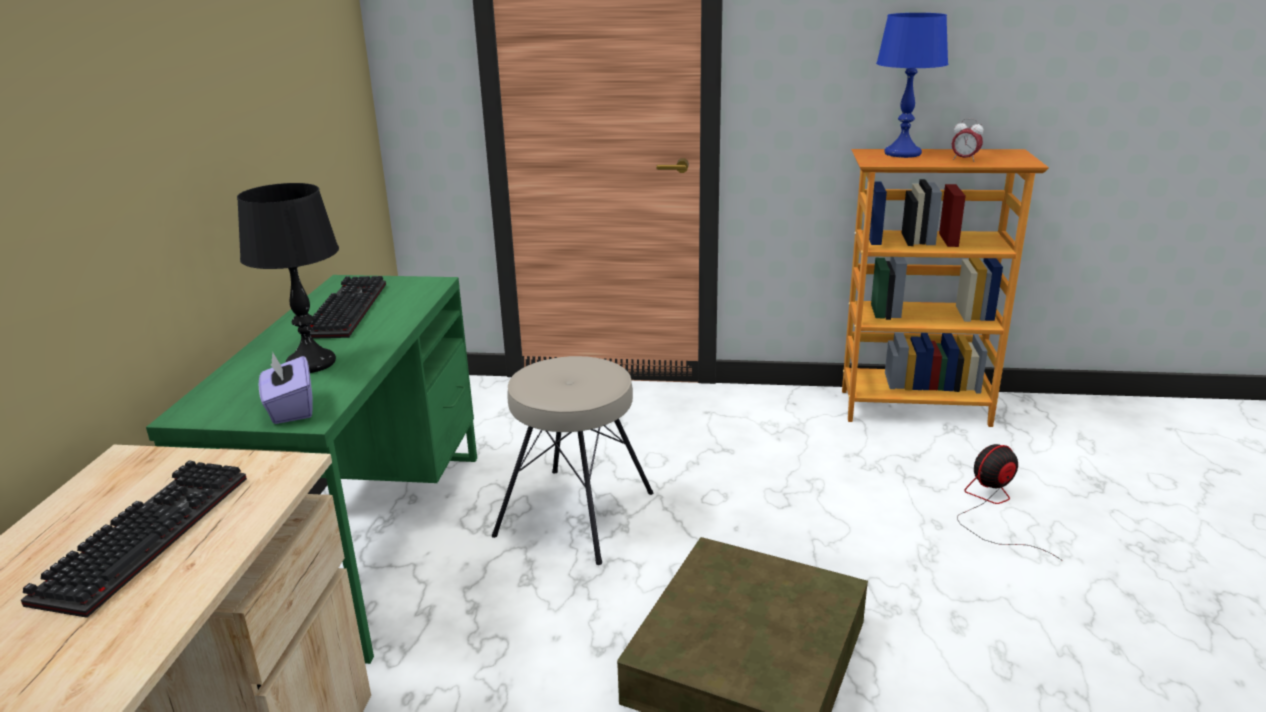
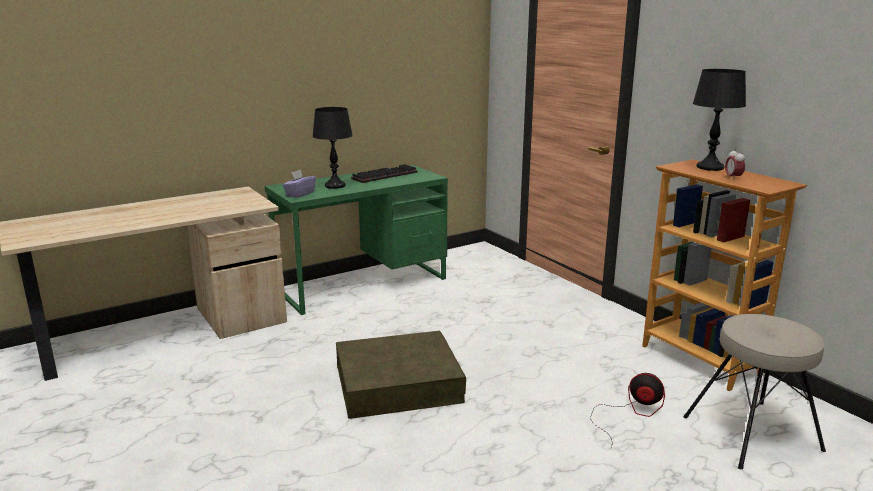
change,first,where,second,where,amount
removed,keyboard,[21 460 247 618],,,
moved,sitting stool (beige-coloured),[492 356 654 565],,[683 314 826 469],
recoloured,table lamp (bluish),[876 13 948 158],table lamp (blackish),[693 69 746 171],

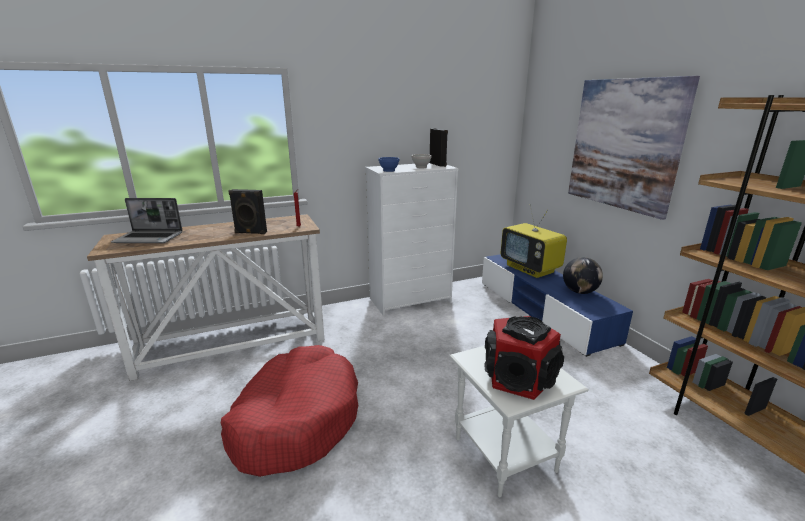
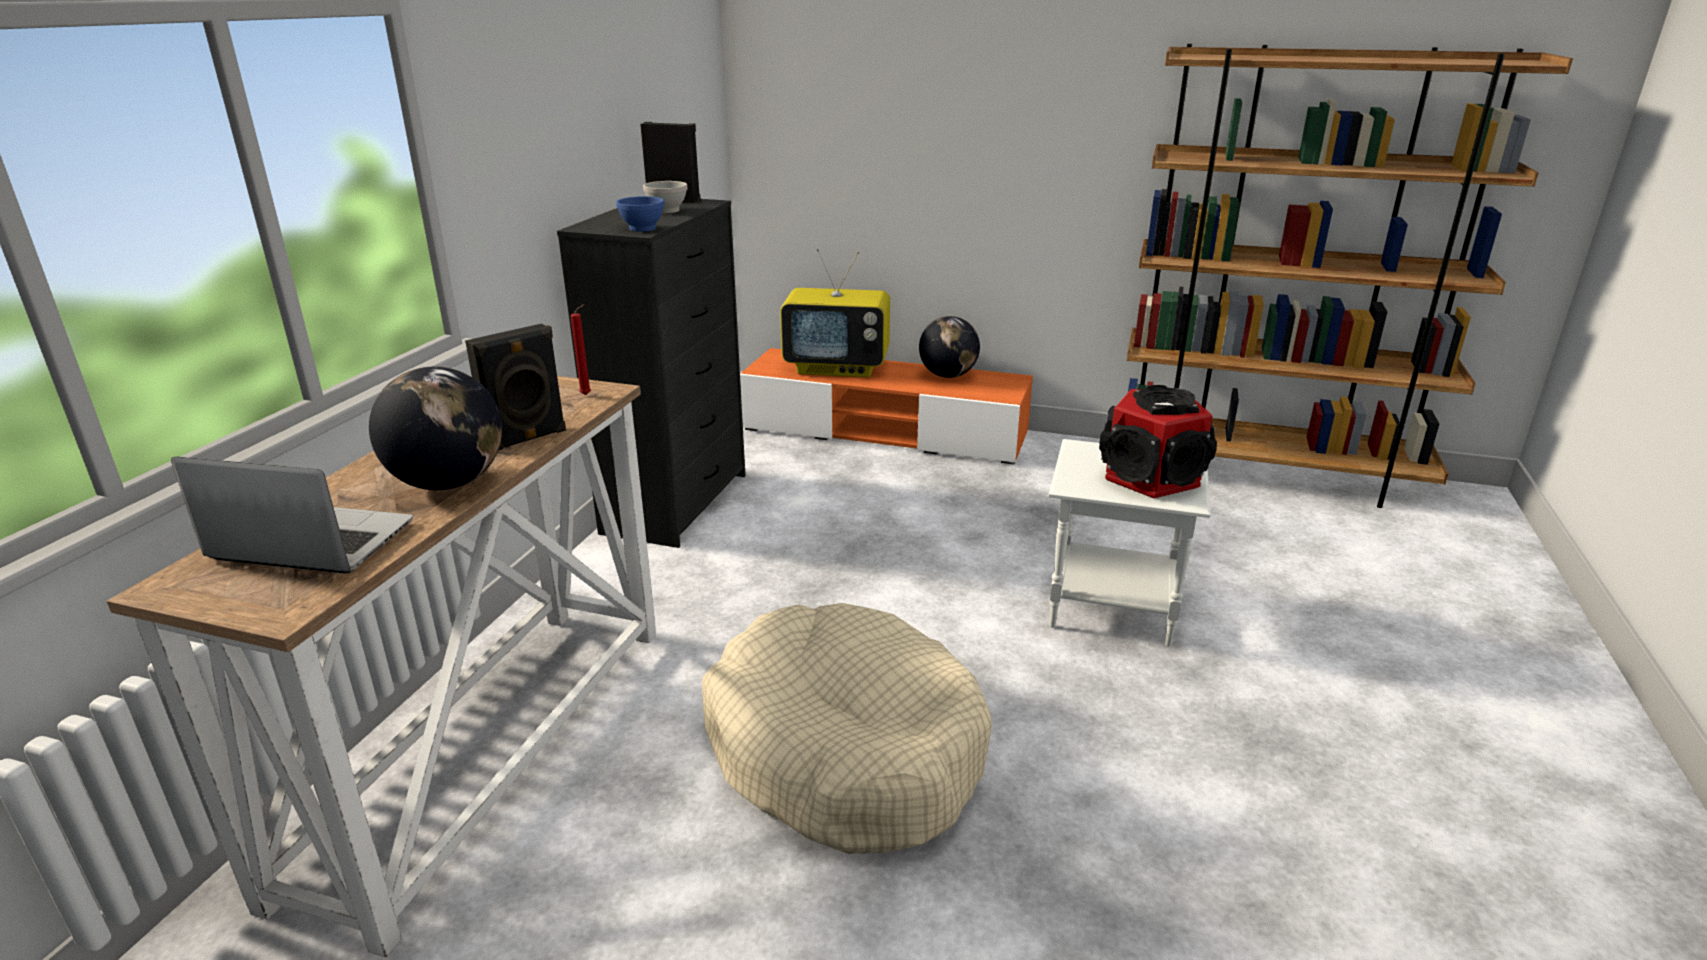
change,first,where,second,where,amount
removed,wall picture,[568 76 700 220],,,
added,,,world globe,[369 367 502 490],
recoloured,pet bed (red-coloured),[221 345 358 477],pet bed (beige-coloured),[702 603 992 854],
recoloured,chest of drawers (white-coloured),[365 163 459 316],chest of drawers (blackish),[557 199 746 548],
recoloured,media console (bluish),[482 254 633 357],media console (orange),[740 348 1033 465],
turned,laptop,[111 198 183 243],,[171 456 413 573],120 degrees counterclockwise

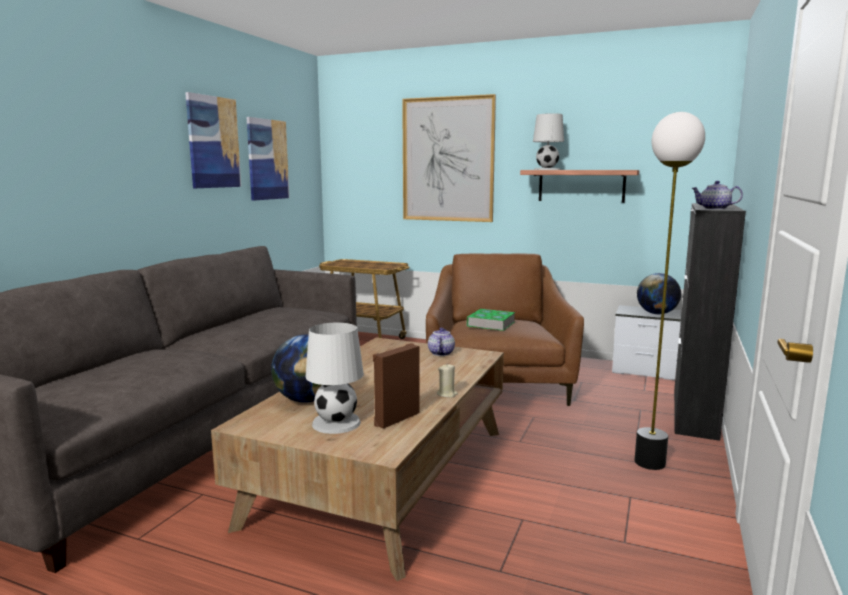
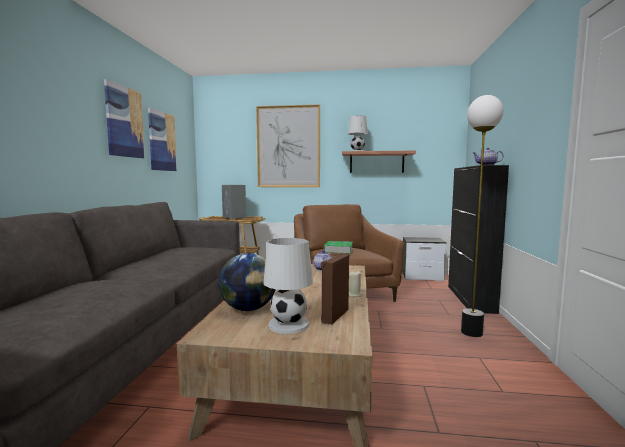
change,first,where,second,where,amount
removed,world globe,[637 273 681 314],,,
added,,,audio speaker (gray),[222 185 246 219],

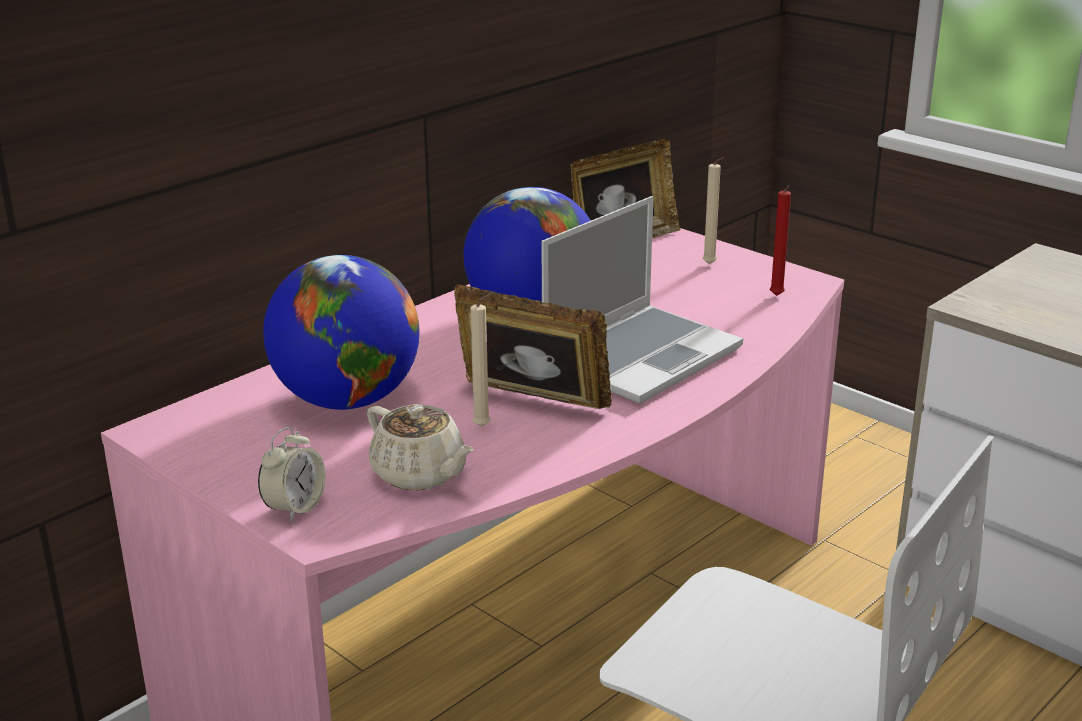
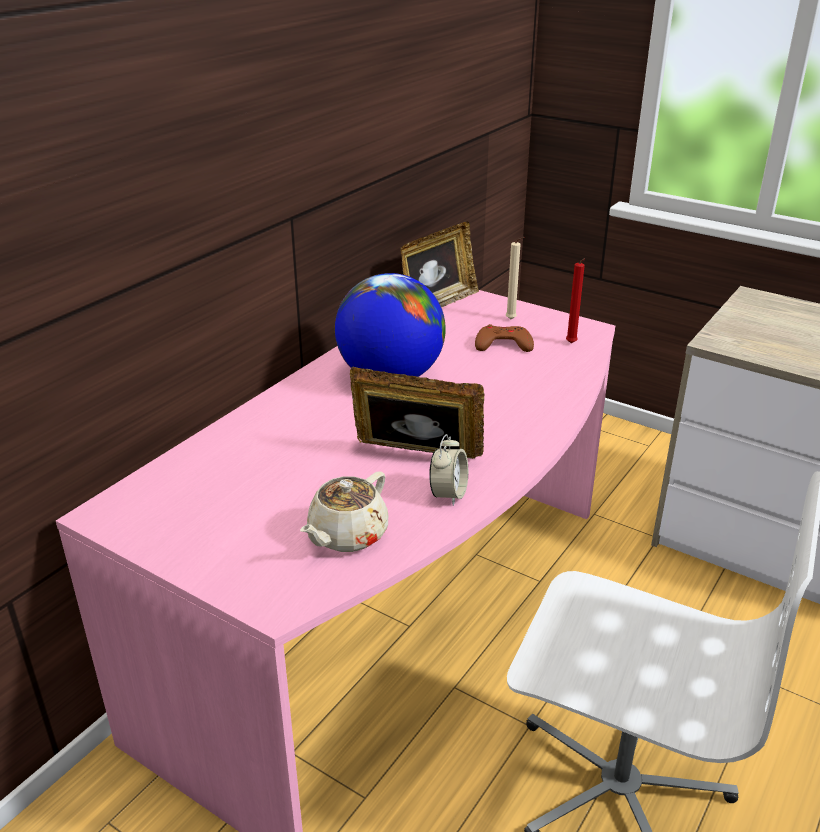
change,first,where,second,where,amount
removed,world globe,[263 255 420 410],,,
removed,wax light (beige-coloured),[470 292 494 427],,,
removed,laptop,[541 196 743 404],,,
added,,,joypad (brown),[475 324 534 352],
moved,alarm clock,[258 427 326 522],,[429 434 468 506],
turned,teapot (beige-coloured),[367 404 474 490],,[300 472 388 552],90 degrees clockwise

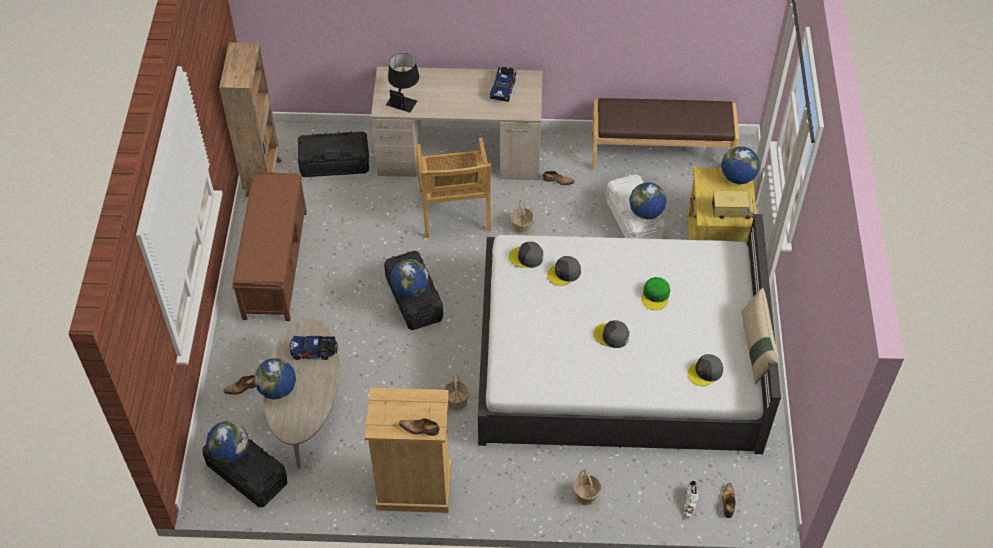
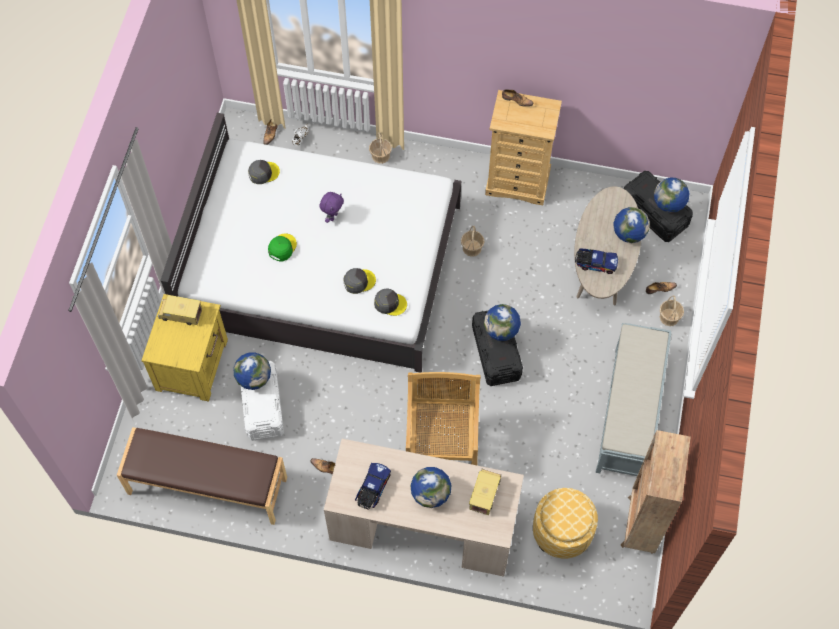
change,first,where,second,where,amount
removed,pillow (beige-coloured),[742 288 779 385],,,
moved,household basket,[510 200 534 234],,[660 295 684 326],
moved,world globe,[721 146 759 184],,[410 467 452 508],
replaced,storage box (blackish),[298 131 369 177],ottoman,[533 488 598 559],
replaced,table lamp (blackish),[386 53 419 113],toy truck,[469 469 502 515],
replaced,cap (gray),[593 320 629 348],plush toy (purplish),[319 192 344 223],
recoloured,bench (brown),[232 171 307 321],bench (gray),[596 323 672 476],

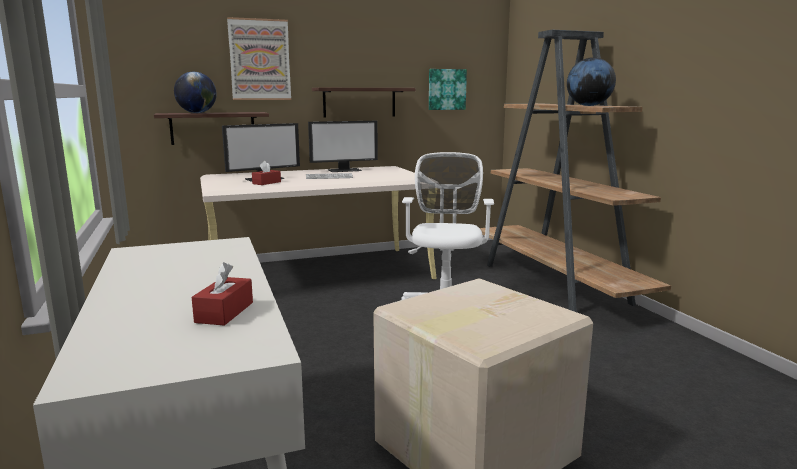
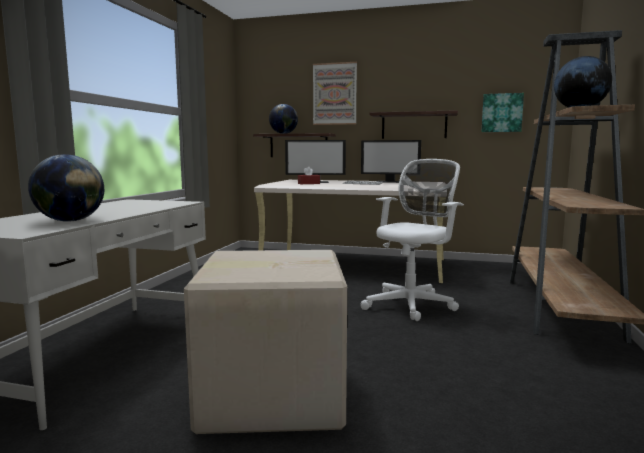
change,first,where,second,where,amount
replaced,box of tissues (red-coloured),[192 262 253 326],world globe,[28 154 104 222],

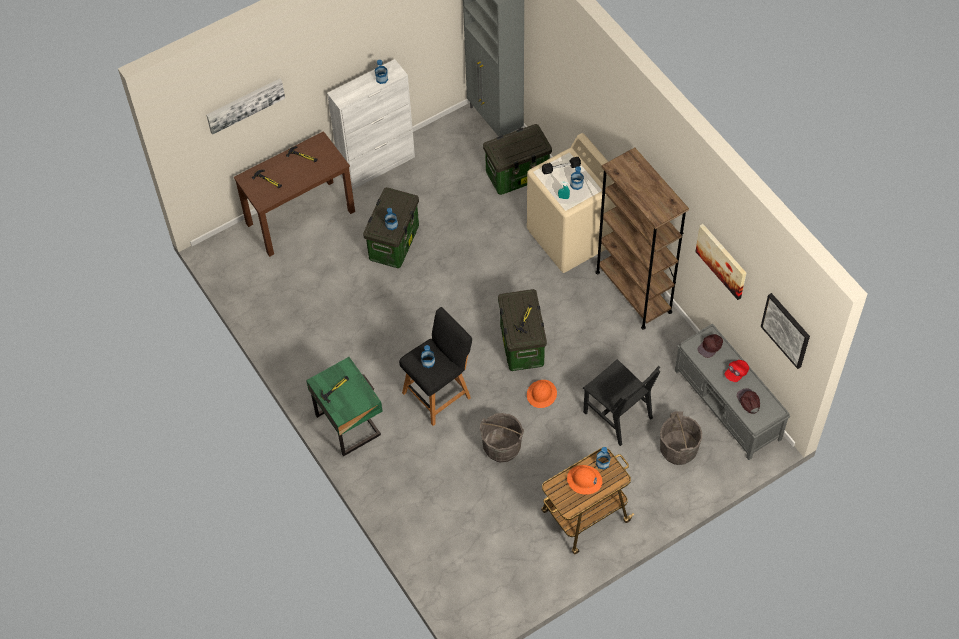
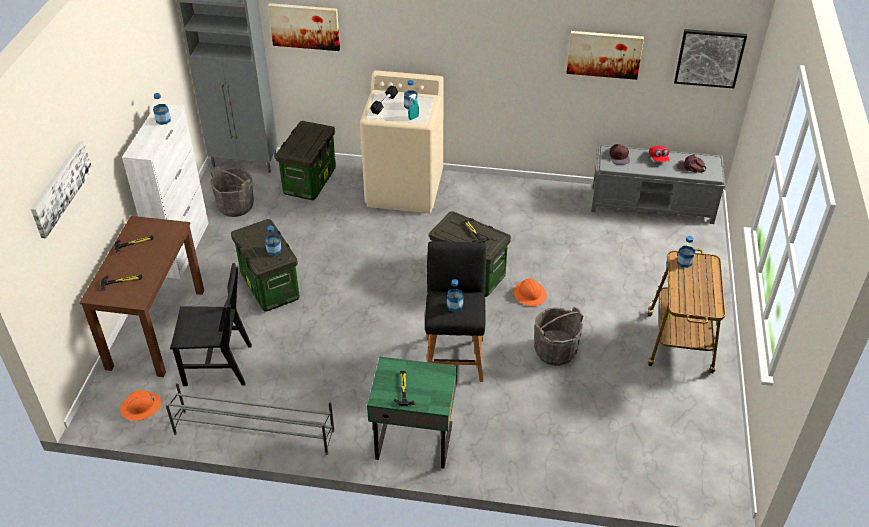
change,first,where,second,where,amount
removed,shelving unit (brown),[596 148 689 329],,,
added,,,shoe rack (gray),[165 381 335 455],
added,,,wall picture,[268 3 340 51],
moved,work helmet (orange),[567 465 602 495],,[120 390 161 421],
moved,plain chair (blackish),[583 359 661 446],,[170 263 252 386],
moved,water bucket (gray),[660 411 702 465],,[210 166 254 217],

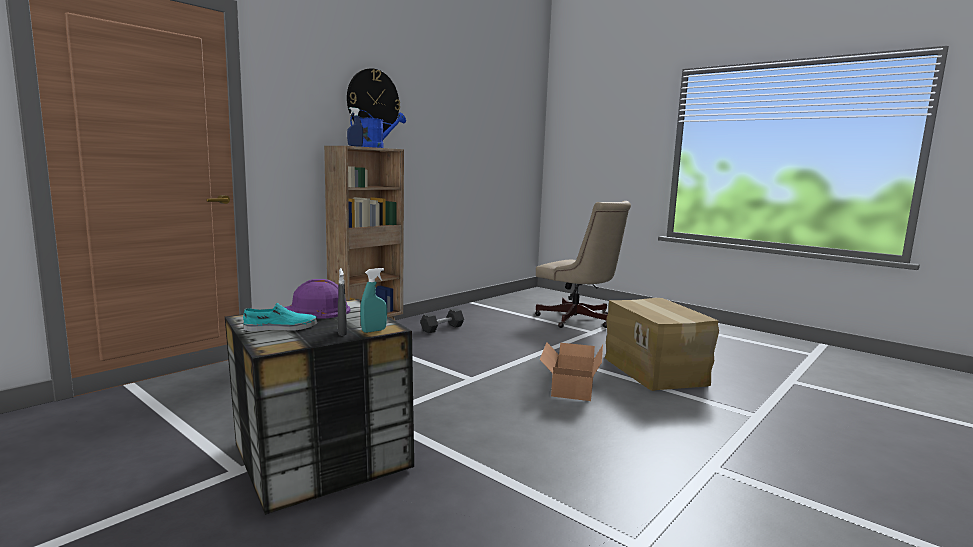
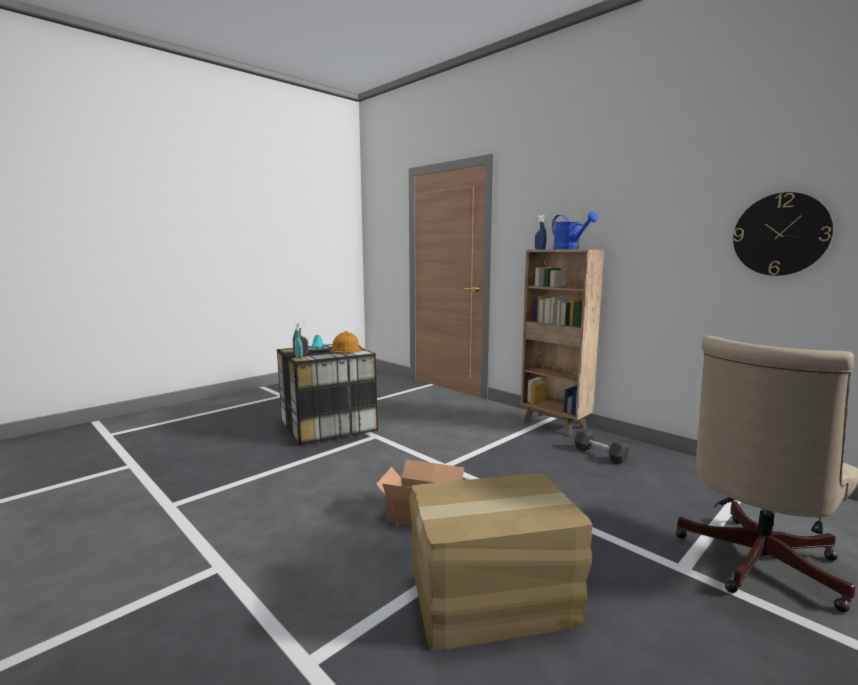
change,first,where,second,where,amount
moved,hanging clock,[347 68 400 133],,[733 192 833 276],
recoloured,work helmet (purplish),[284 279 351 318],work helmet (orange),[330 331 362 354],

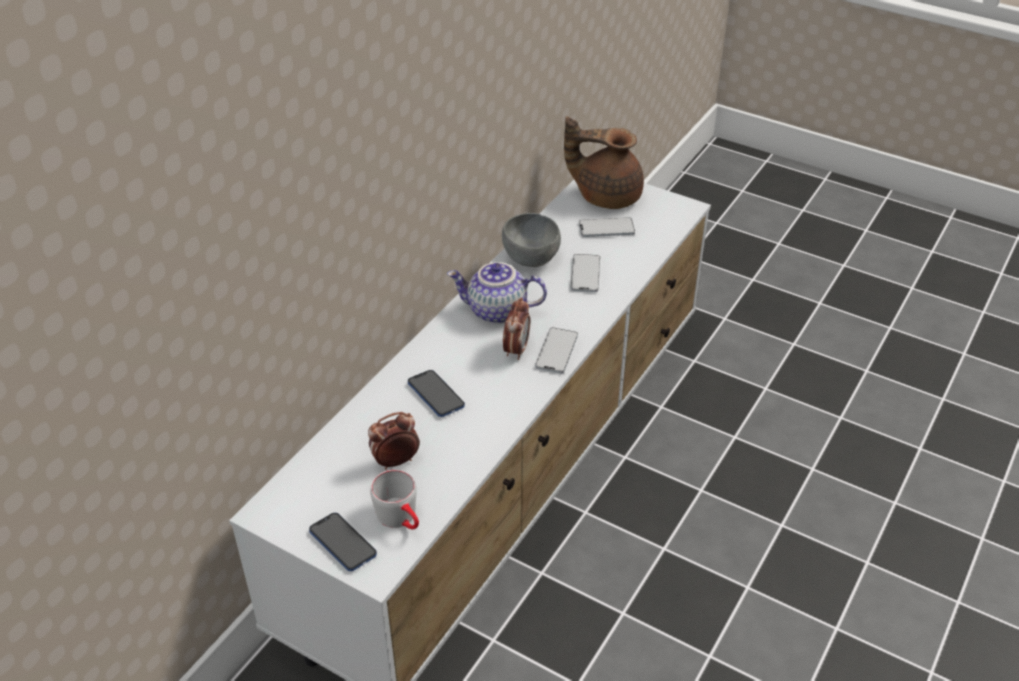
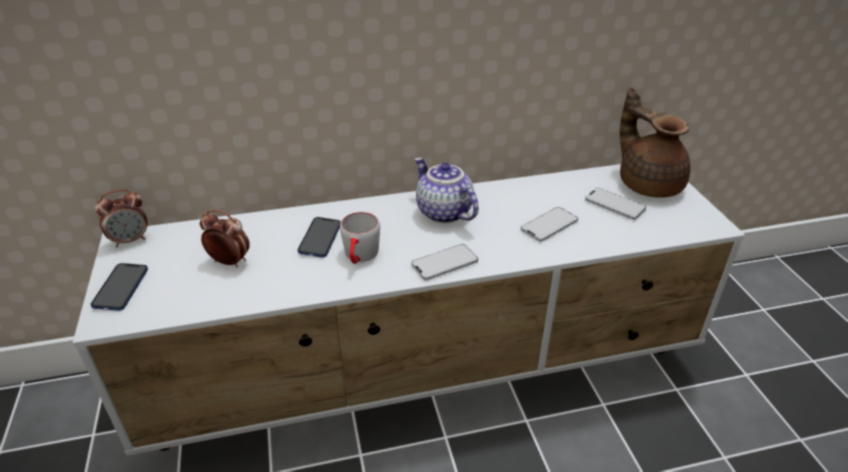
change,first,where,second,where,amount
removed,bowl (gray),[502 213 561 267],,,
moved,mug (gray),[370 470 419 529],,[340 212 380 264],
moved,alarm clock,[503 298 530 360],,[95 189 148 247],

